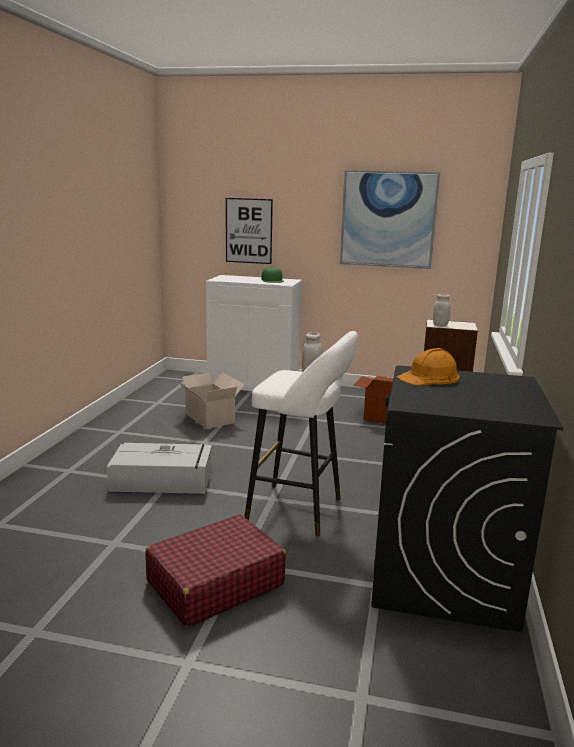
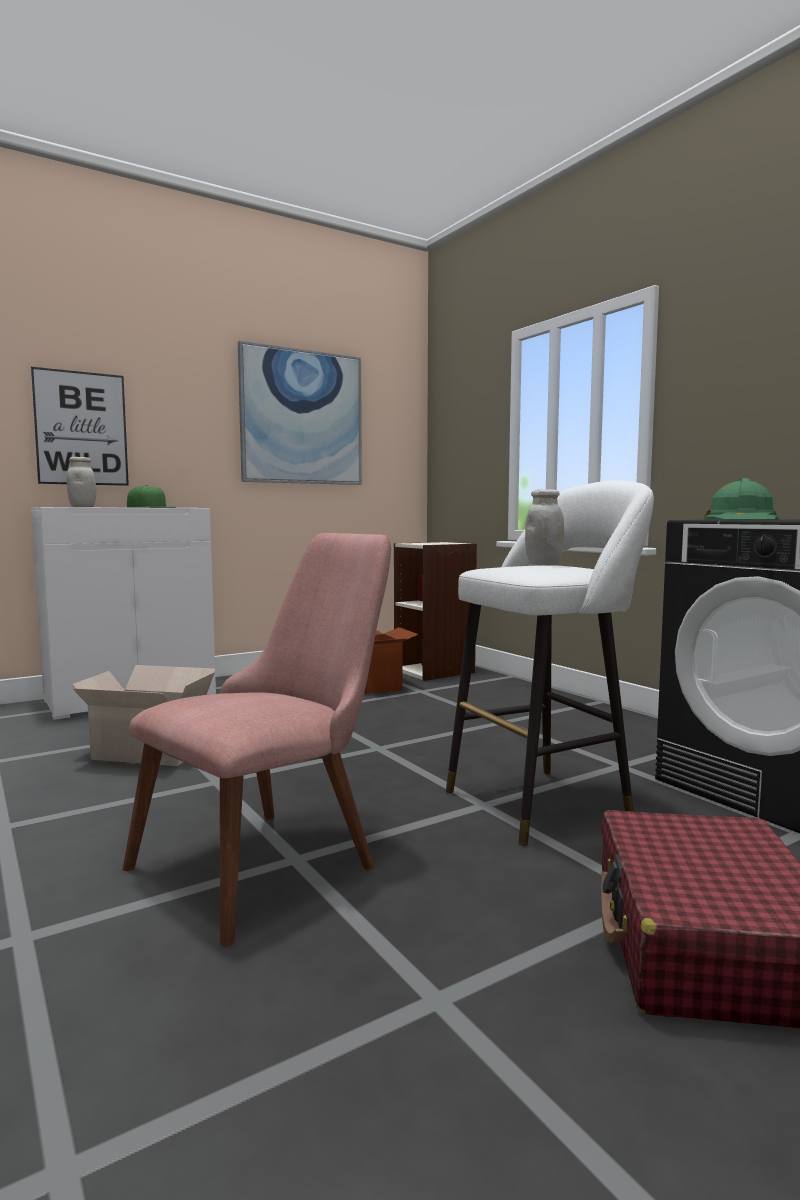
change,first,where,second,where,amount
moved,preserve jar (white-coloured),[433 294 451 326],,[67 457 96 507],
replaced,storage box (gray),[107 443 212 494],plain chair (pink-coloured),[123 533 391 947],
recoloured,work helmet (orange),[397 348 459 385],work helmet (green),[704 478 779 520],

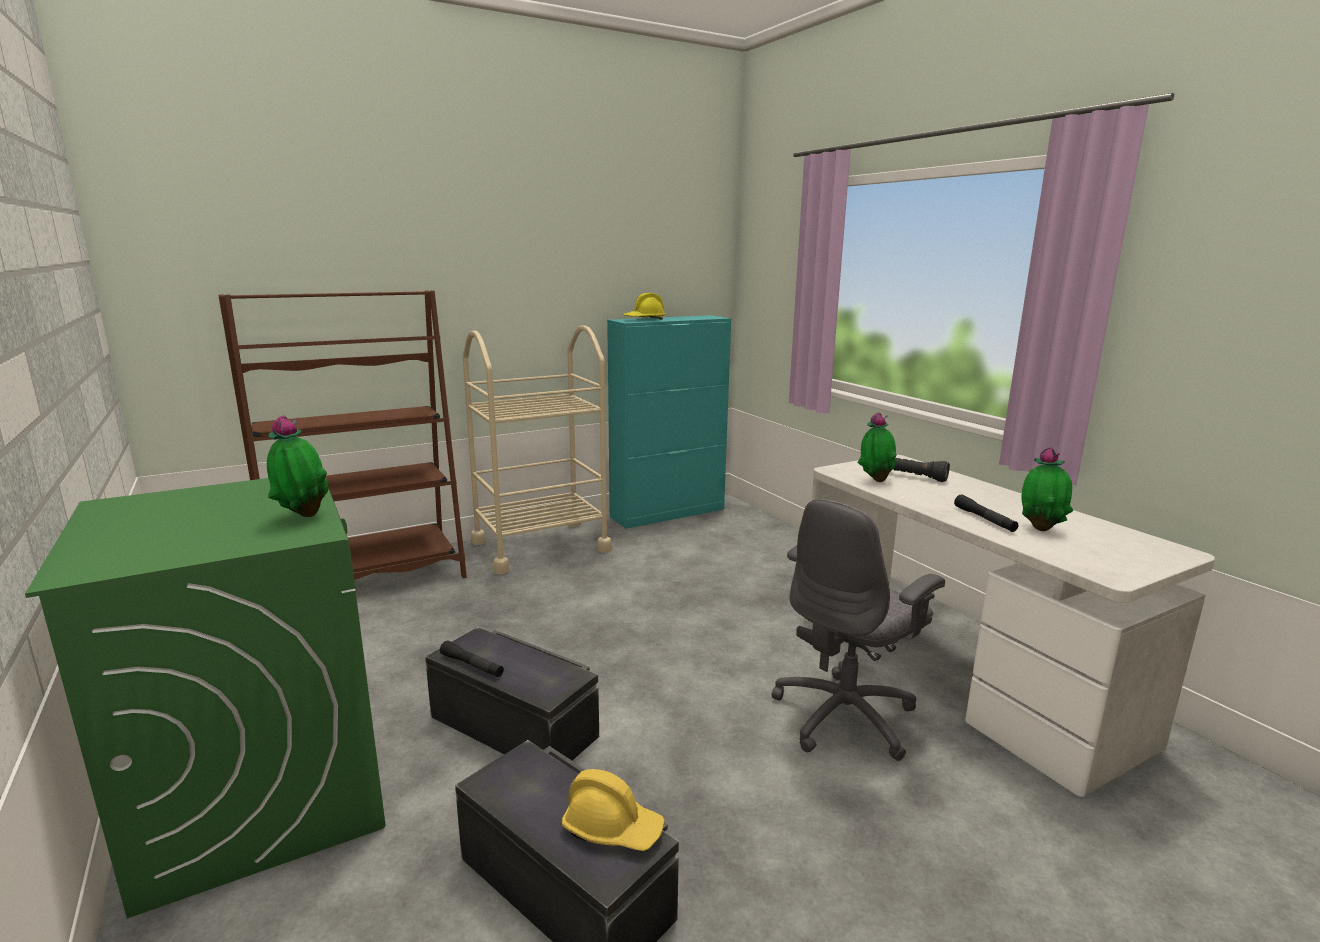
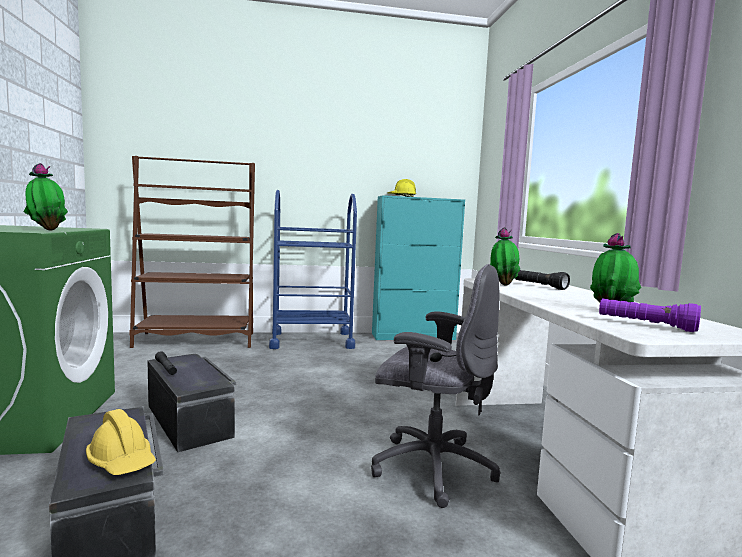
change,first,where,second,where,amount
removed,torch (blackish),[954 494 1018 532],,,
added,,,torch (purplish),[599 299 701 332],
recoloured,trolley (beige-coloured),[463 325 612 574],trolley (bluish),[269 190 357 349],
turned,office chair (gray),[771 499 945 761],,[371 264 500 508],135 degrees counterclockwise

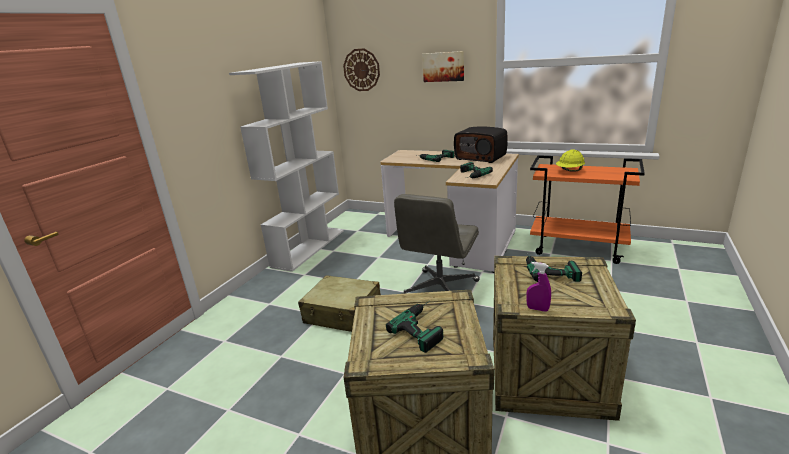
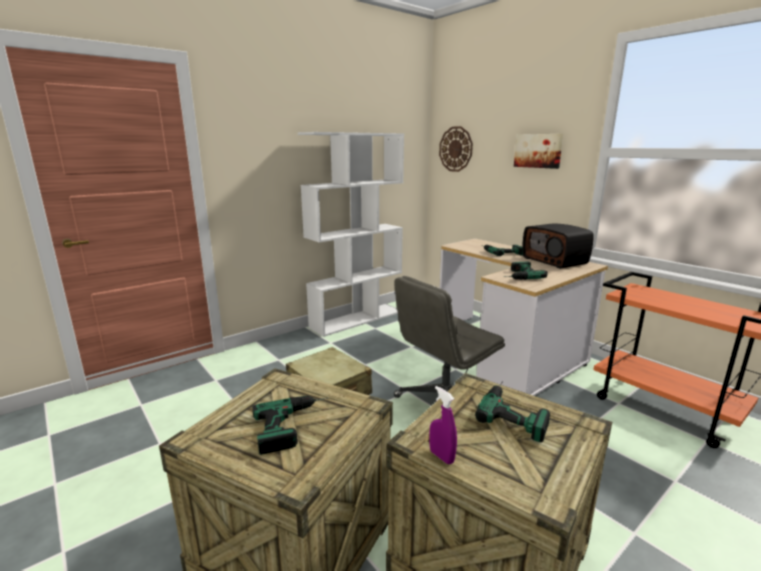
change,first,where,second,where,amount
removed,work helmet (yellow-coloured),[556 150 585 172],,,

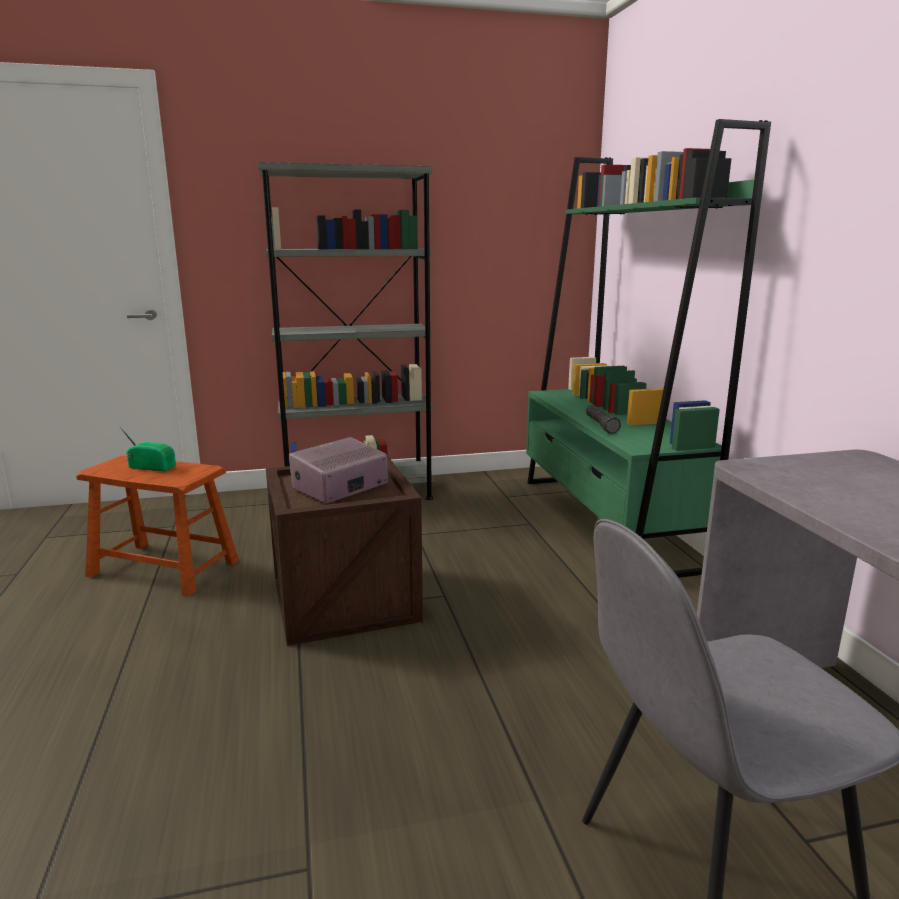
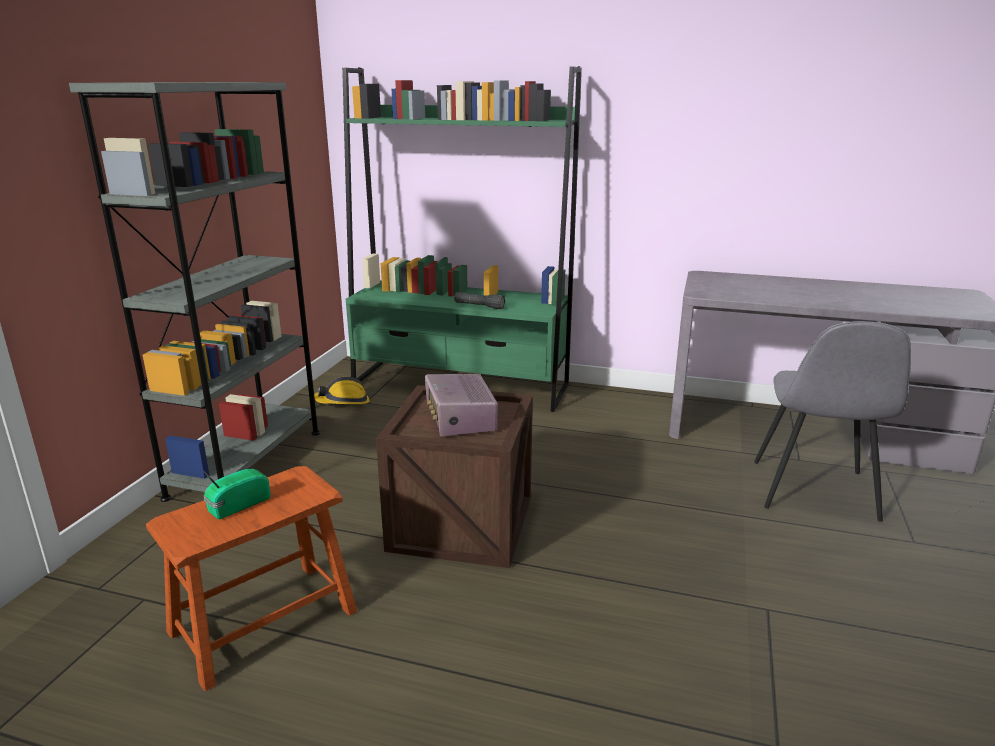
change,first,where,second,where,amount
added,,,work helmet,[314 377 370 404],

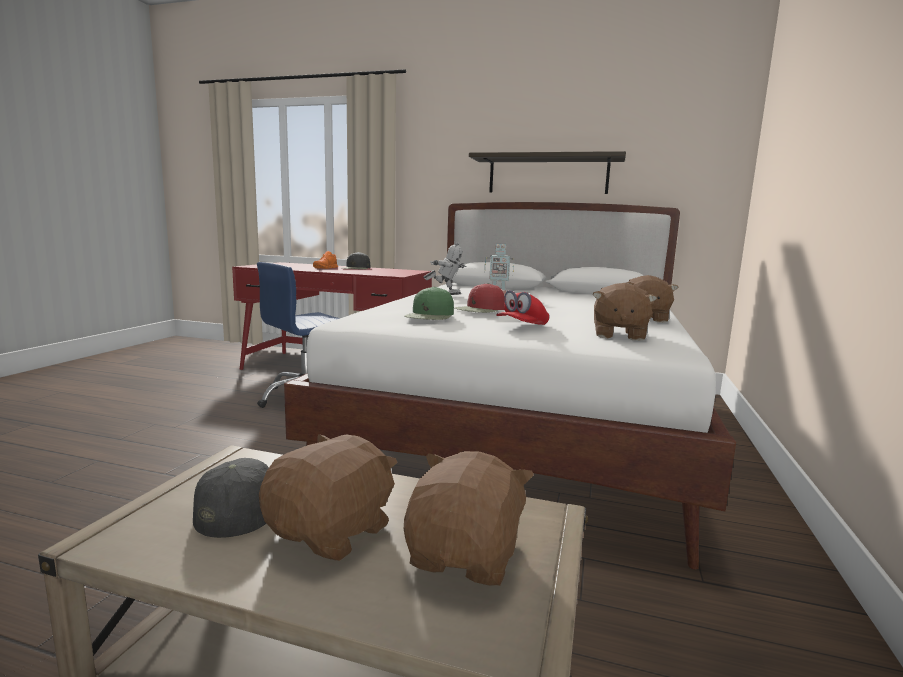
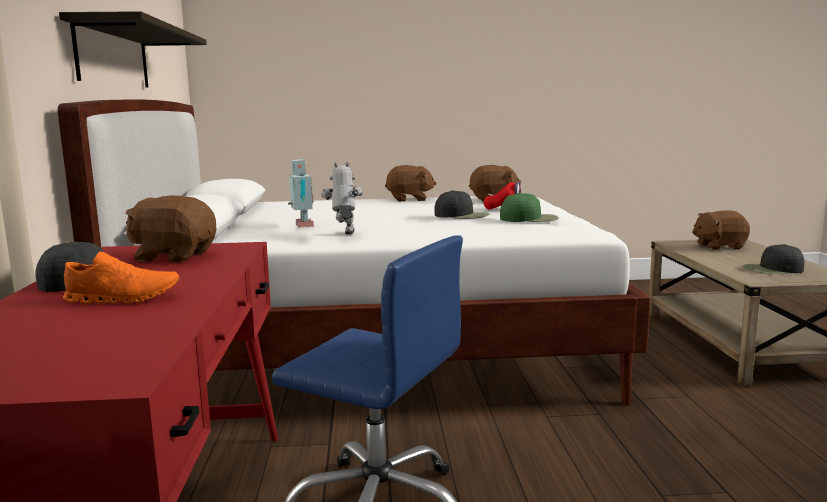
change,first,where,second,where,amount
moved,plush toy (brown),[259 434 398 561],,[126 195 216 263],
recoloured,cap (red-coloured),[455 283 505 313],cap (blackish),[434 190 489 219],

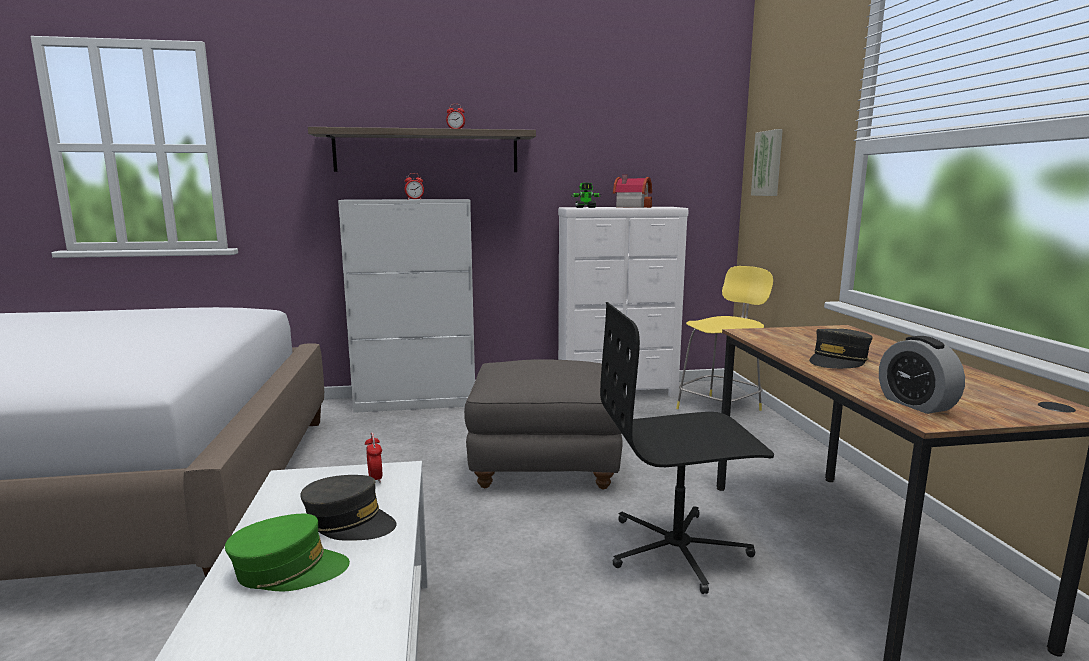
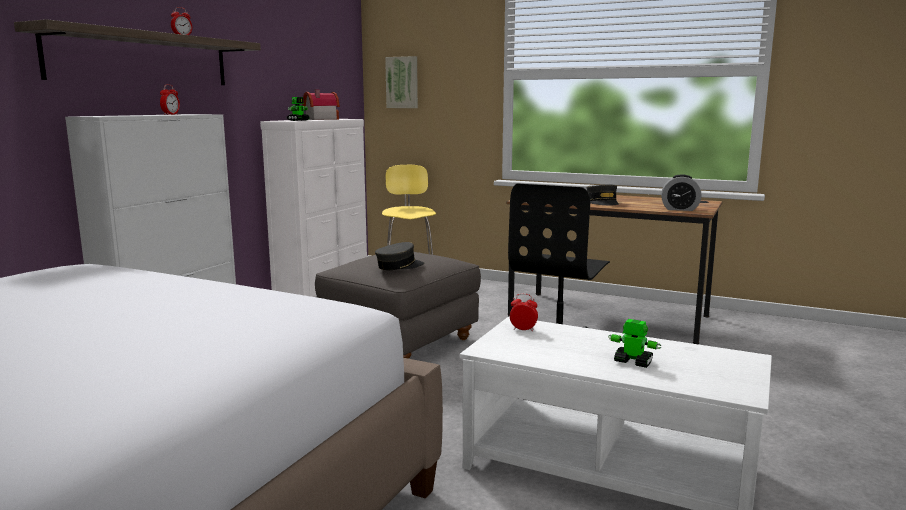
change,first,where,second,where,amount
moved,cap (gray),[300 475 397 541],,[375 242 424 270],
replaced,cap (green),[225 514 350 592],robot figure,[608 319 661 368],

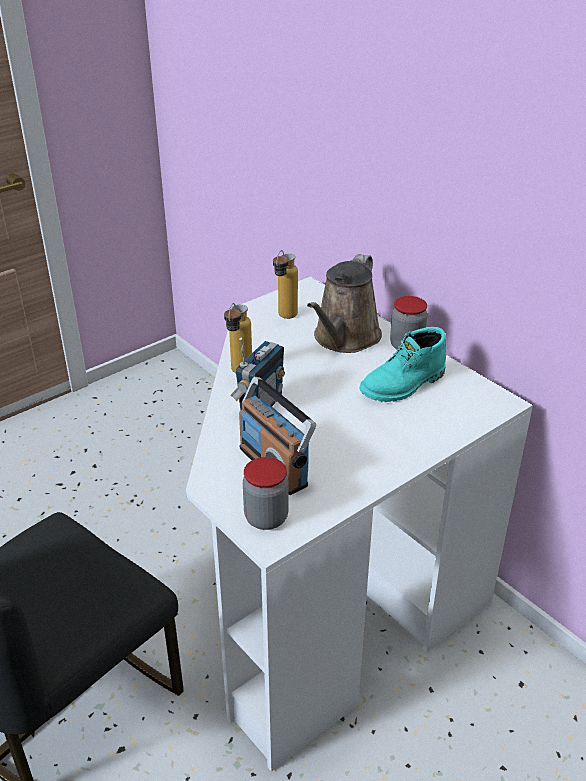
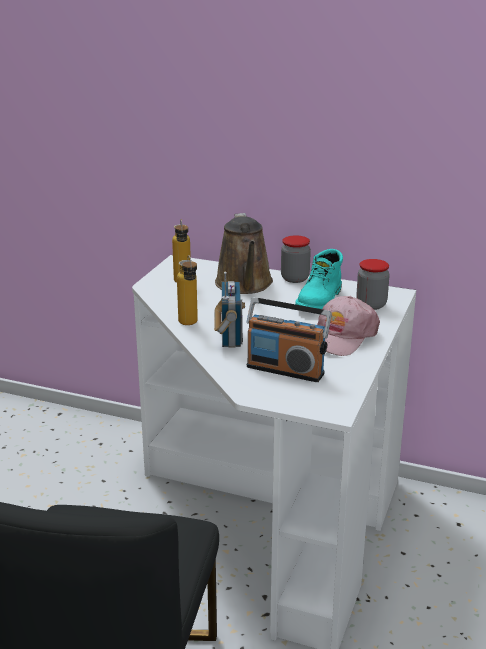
change,first,where,second,where,amount
added,,,cap (pink-coloured),[317 296 380 356],
moved,preserve jar,[243 457 289 530],,[356 259 390 310],

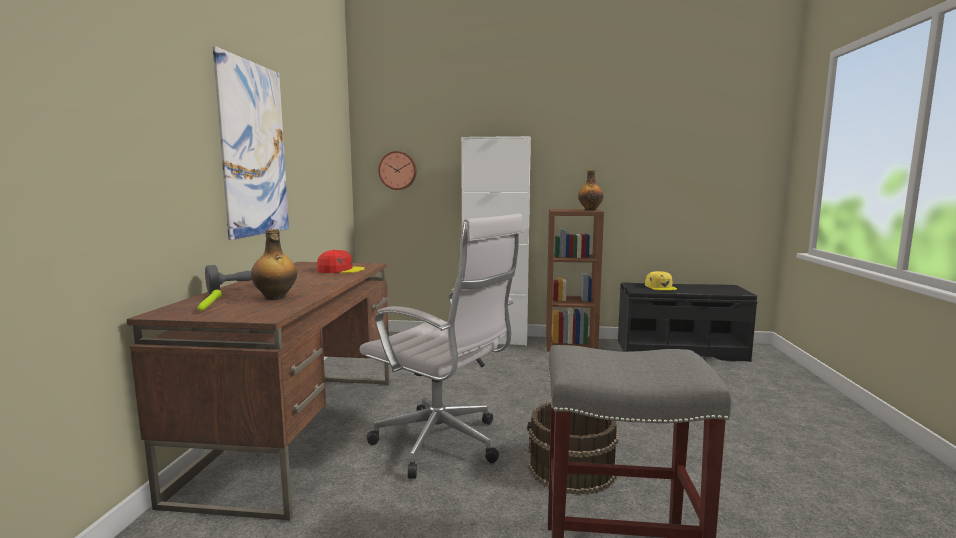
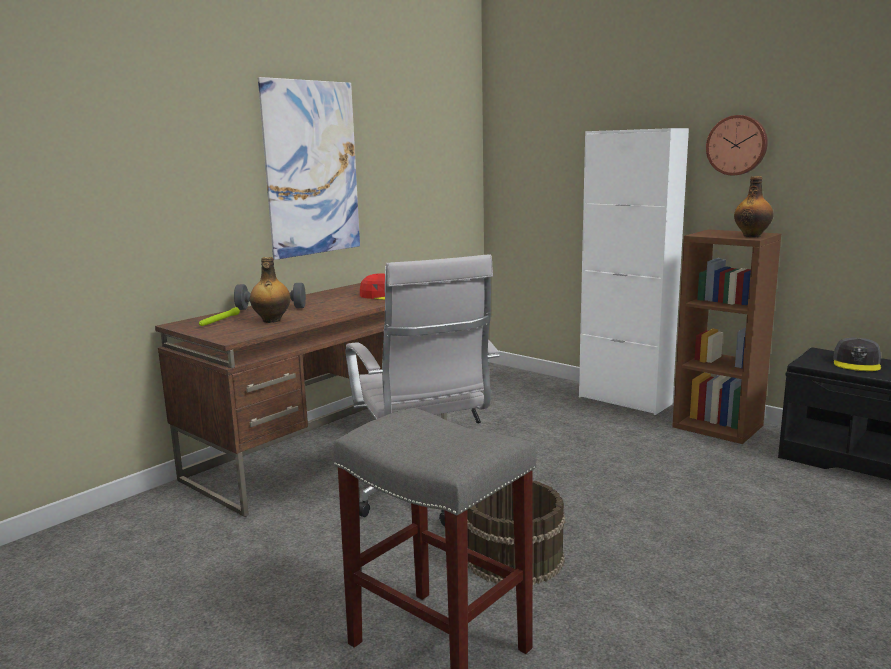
change,first,where,second,where,amount
moved,hanging clock,[378 151 417 190],,[706 115 768 175],
recoloured,cap (yellow-coloured),[645 271 677 291],cap (gray),[833 338 881 371],

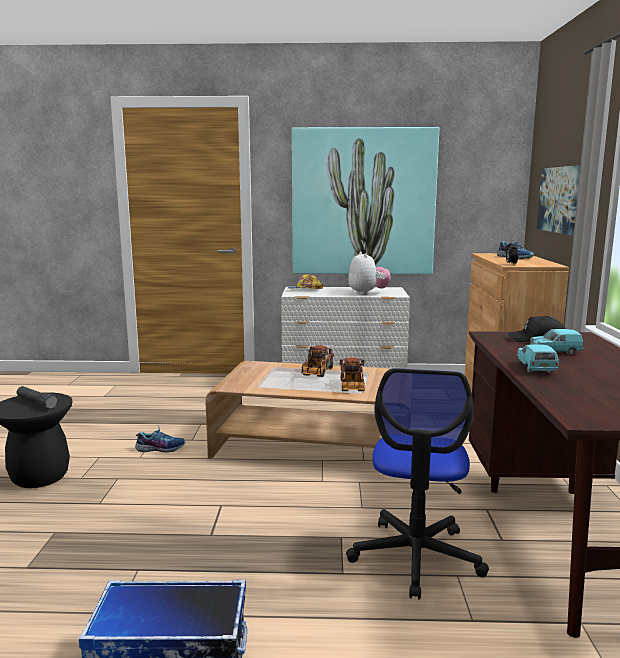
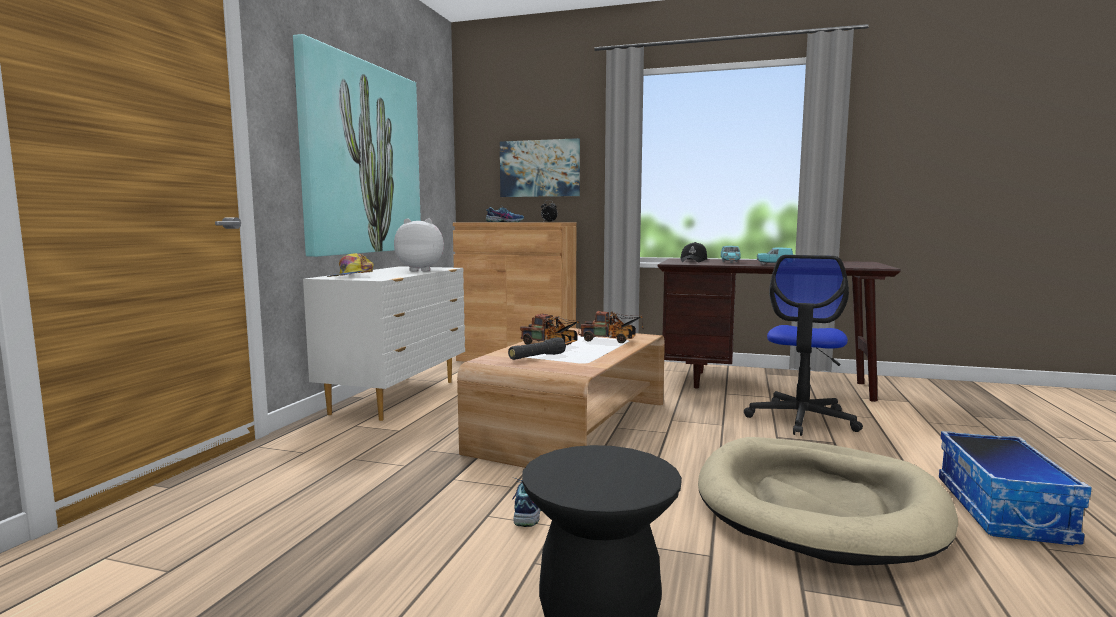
change,first,where,second,where,amount
added,,,pet bed (beige-coloured),[698 437 958 566],
moved,torch (blackish),[17 386 58 409],,[508 337 566 360],
turned,office chair,[346 368 489 599],,[744 255 863 436],90 degrees clockwise

